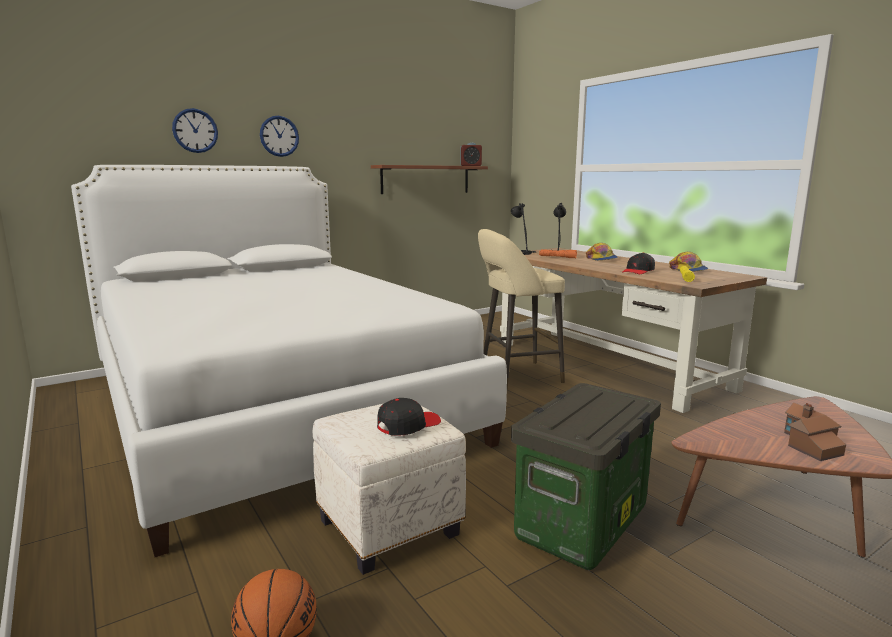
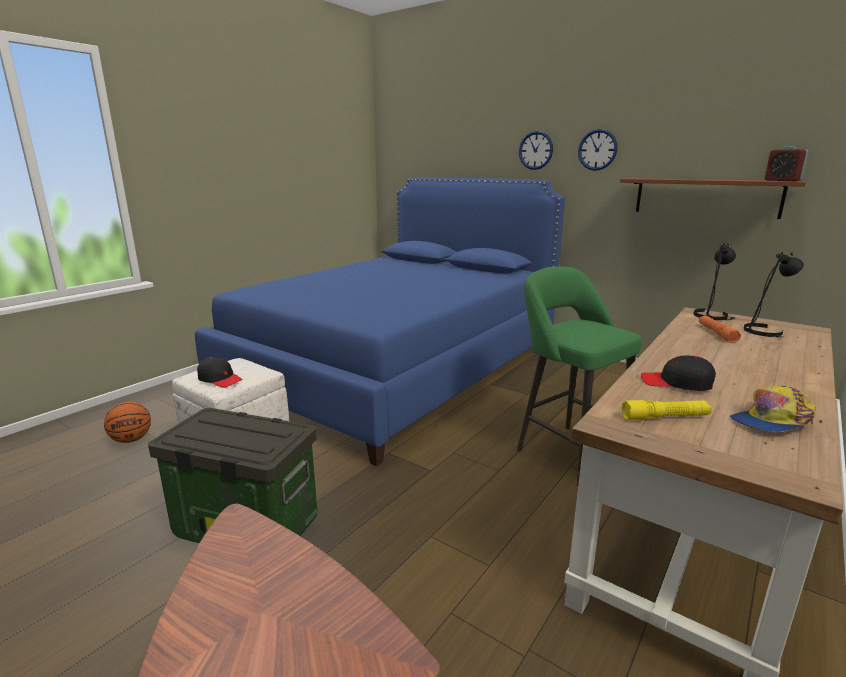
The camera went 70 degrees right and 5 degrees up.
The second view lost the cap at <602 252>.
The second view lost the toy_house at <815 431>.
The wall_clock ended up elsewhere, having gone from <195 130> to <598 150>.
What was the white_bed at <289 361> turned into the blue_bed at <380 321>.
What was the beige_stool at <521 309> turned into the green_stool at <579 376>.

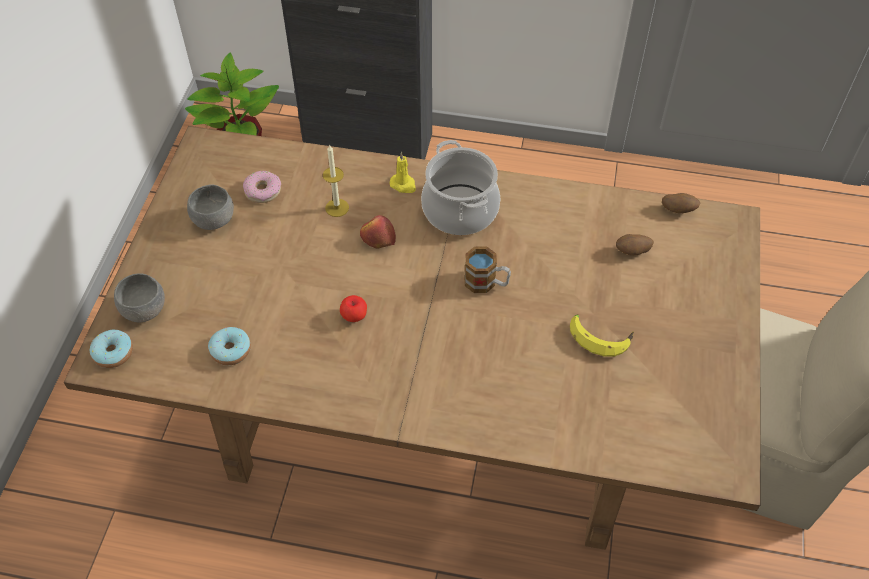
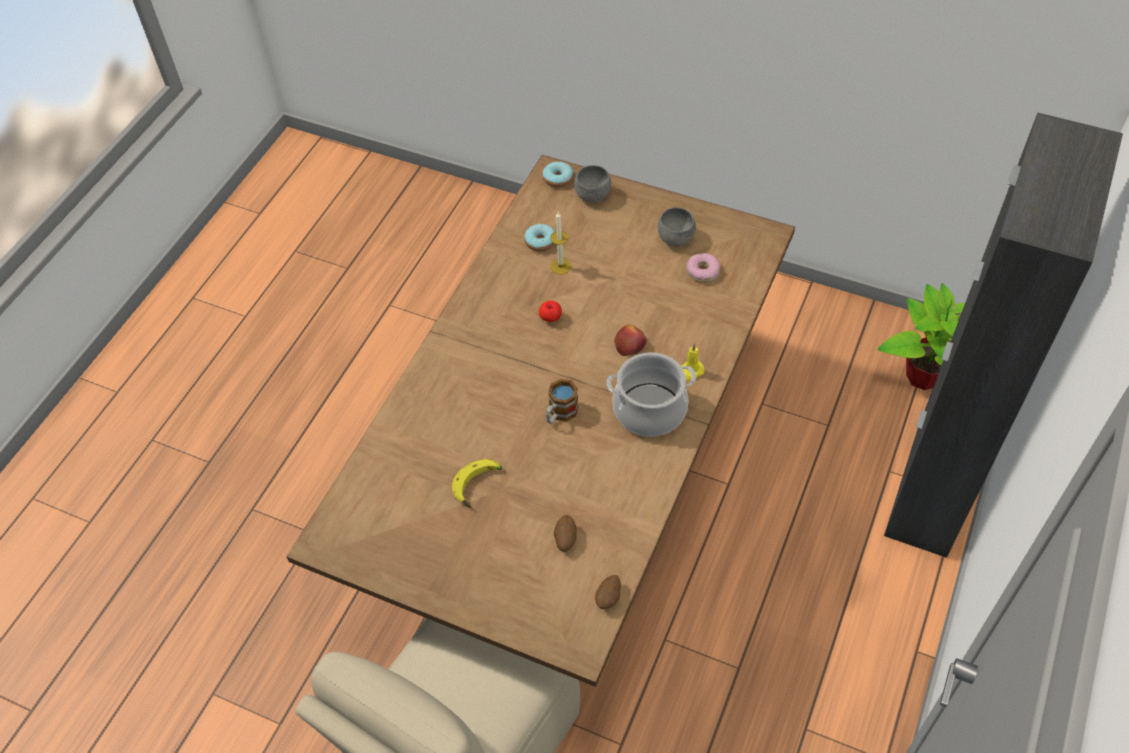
The camera went 105 degrees right and 0 degrees up.
The candle ended up elsewhere, having gone from <336 180> to <560 243>.

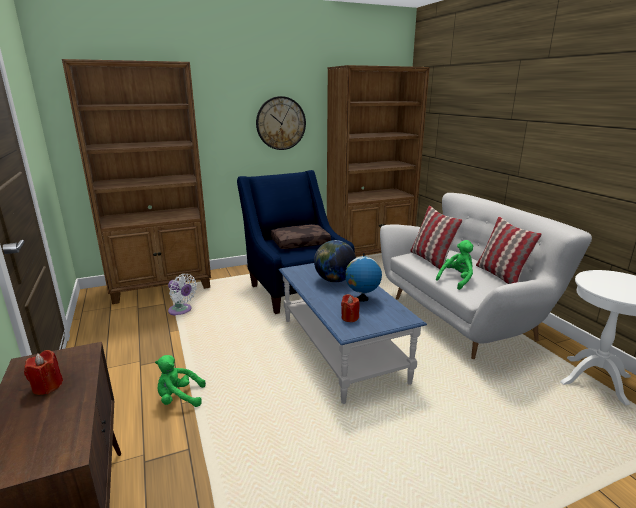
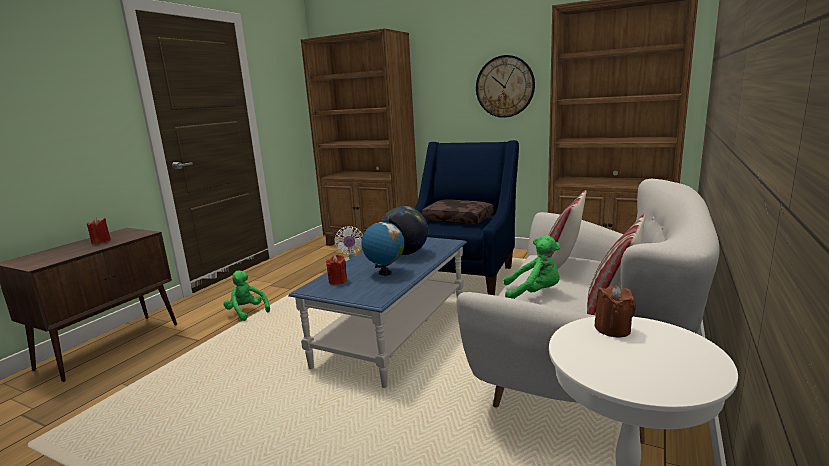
The camera went 50 degrees right and 5 degrees down.
The second view gained the brown_candle at <615 311>.

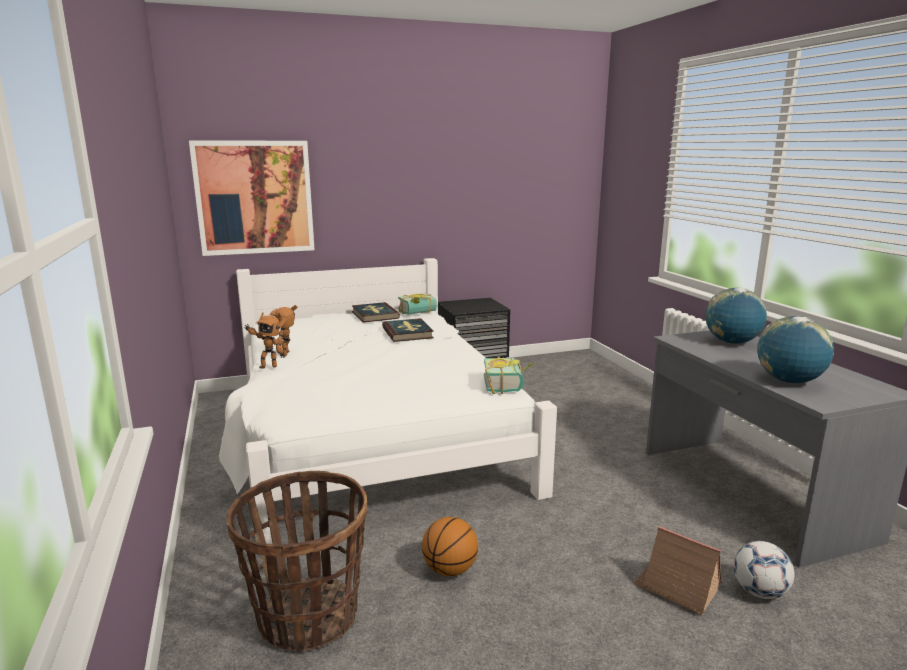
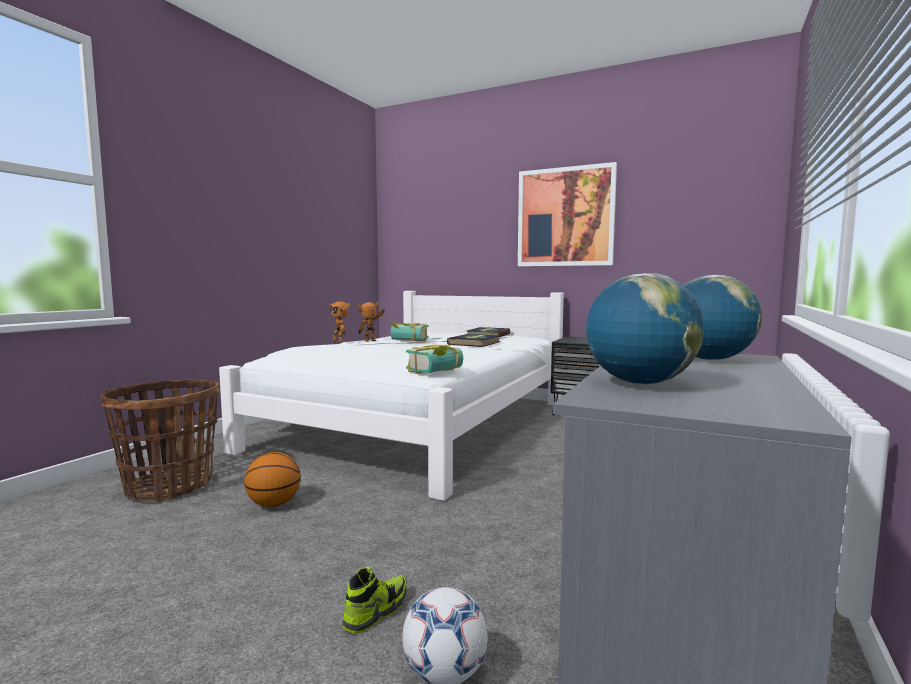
The camera went 45 degrees right and 10 degrees down.
The picture ended up elsewhere, having gone from <252 198> to <567 214>.
The book ended up elsewhere, having gone from <417 304> to <410 331>.
Where the toy_house stood at <677 571>, the shoe came to stand at <374 600>.

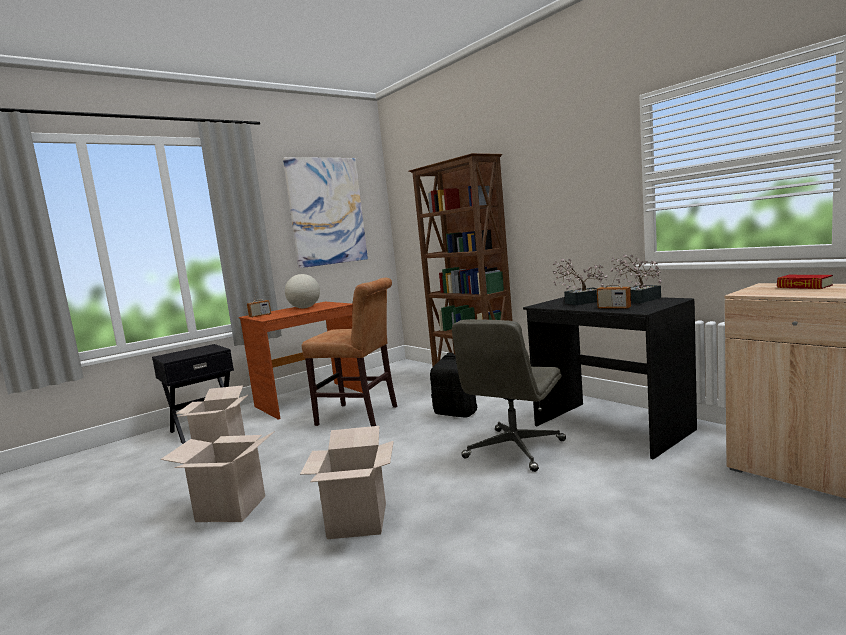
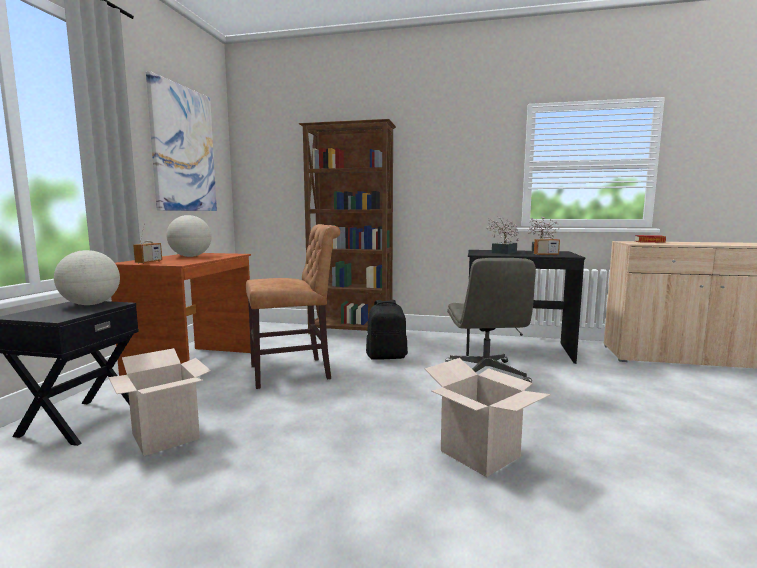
The camera went 40 degrees left and 0 degrees up.
The second view lost the cardboard_box at <217 476>.
The second view gained the globe at <87 277>.

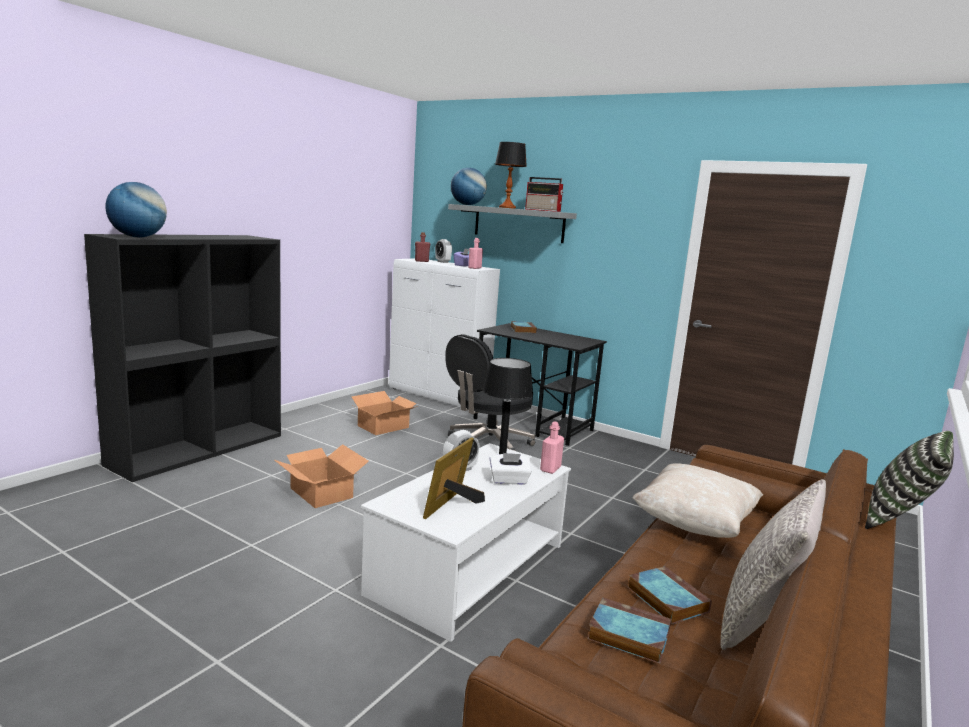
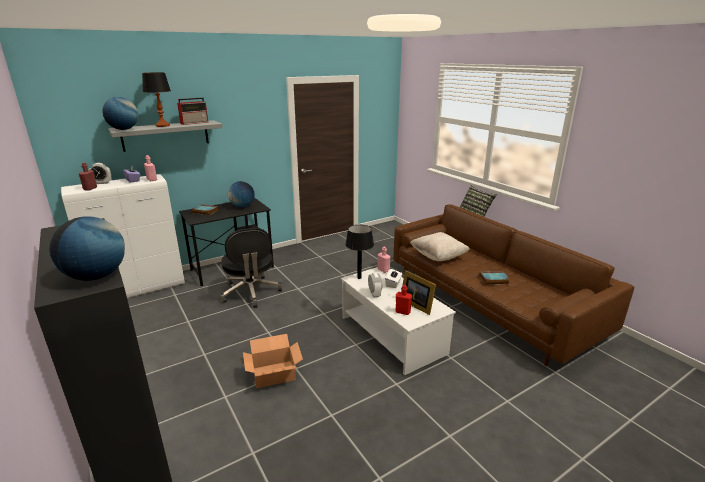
The camera went 65 degrees left and 10 degrees up.
The second view lost the cardboard_box at <384 413>.
The second view lost the book at <629 630>.
The second view lost the grey_pillow at <773 564>.
The second view gained the globe at <241 194>.
The second view gained the red_bottle at <403 300>.

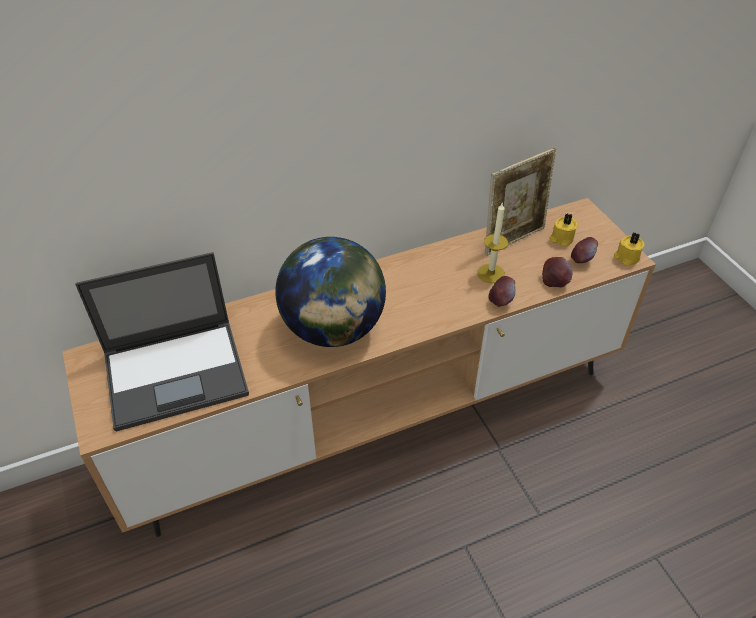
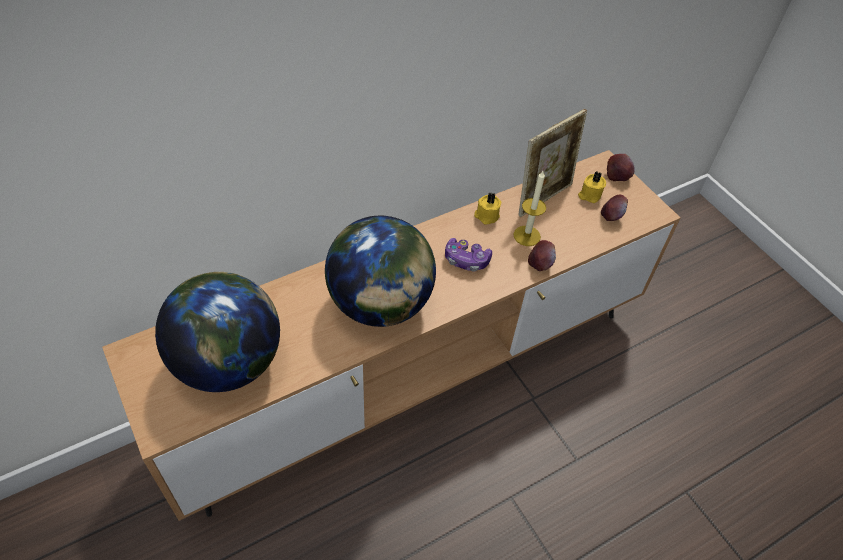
The camera went 10 degrees left and 5 degrees up.
The second view gained the game_controller at <468 255>.
The apple ended up elsewhere, having gone from <557 272> to <621 167>.
The yellow_candle ended up elsewhere, having gone from <629 248> to <487 208>.
Where the laptop stood at <162 342>, the globe came to stand at <217 332>.

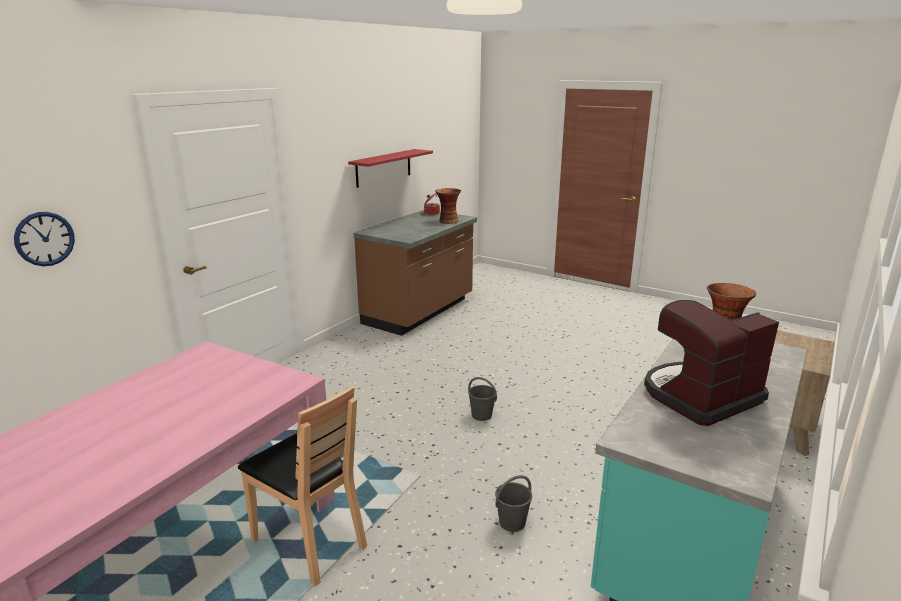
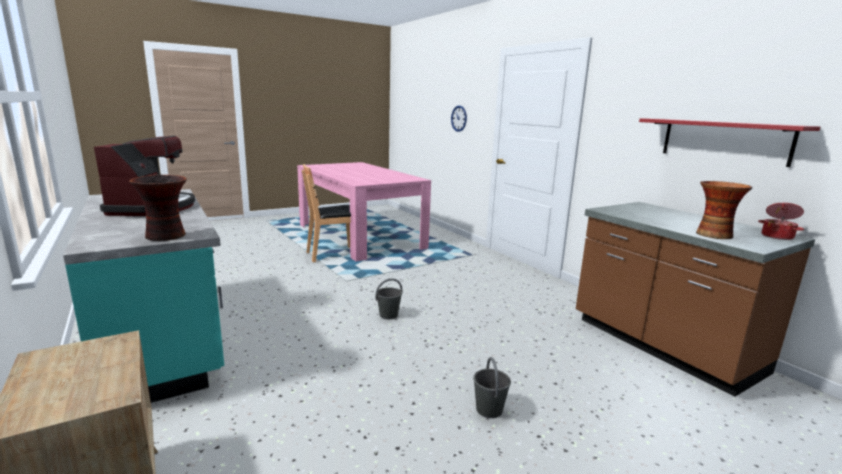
The camera went 115 degrees right and 5 degrees down.
The grey_bucket ended up elsewhere, having gone from <513 503> to <492 387>.

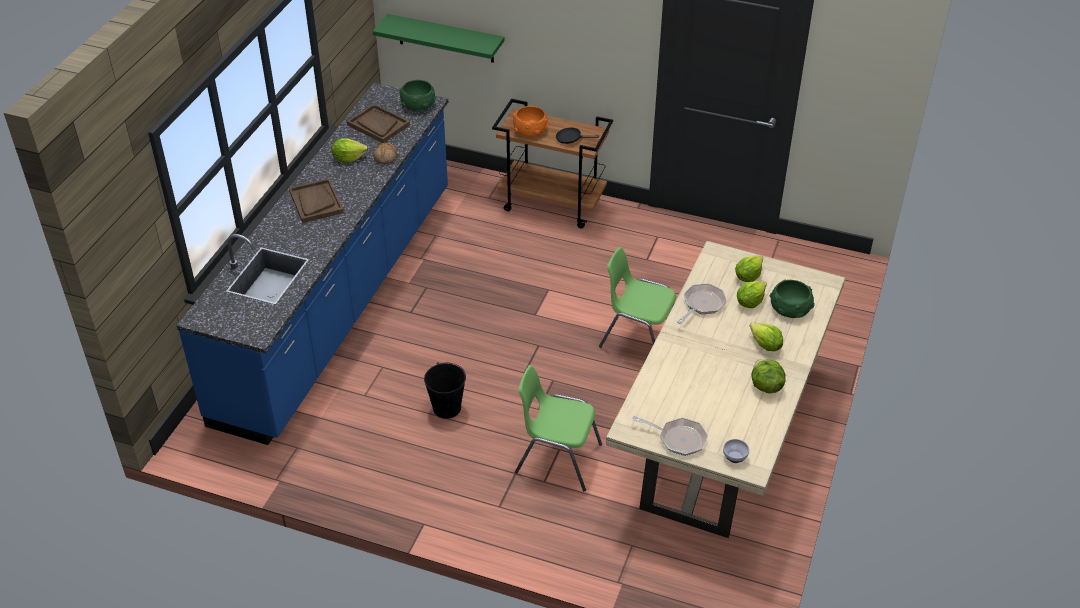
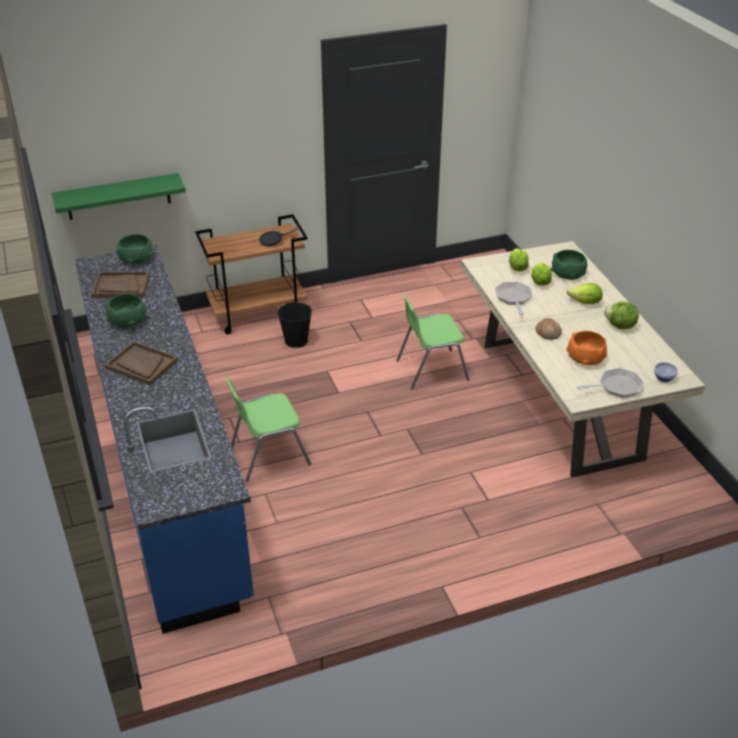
The camera went 40 degrees left and 5 degrees down.
The bread ended up elsewhere, having gone from <385 153> to <549 329>.
The black_bucket ended up elsewhere, having gone from <445 390> to <295 324>.
The orange_bowl ended up elsewhere, having gone from <530 121> to <586 348>.
The green_chair ended up elsewhere, having gone from <558 428> to <268 429>.
Where the lettuce stood at <350 150>, the green_bowl came to stand at <126 310>.

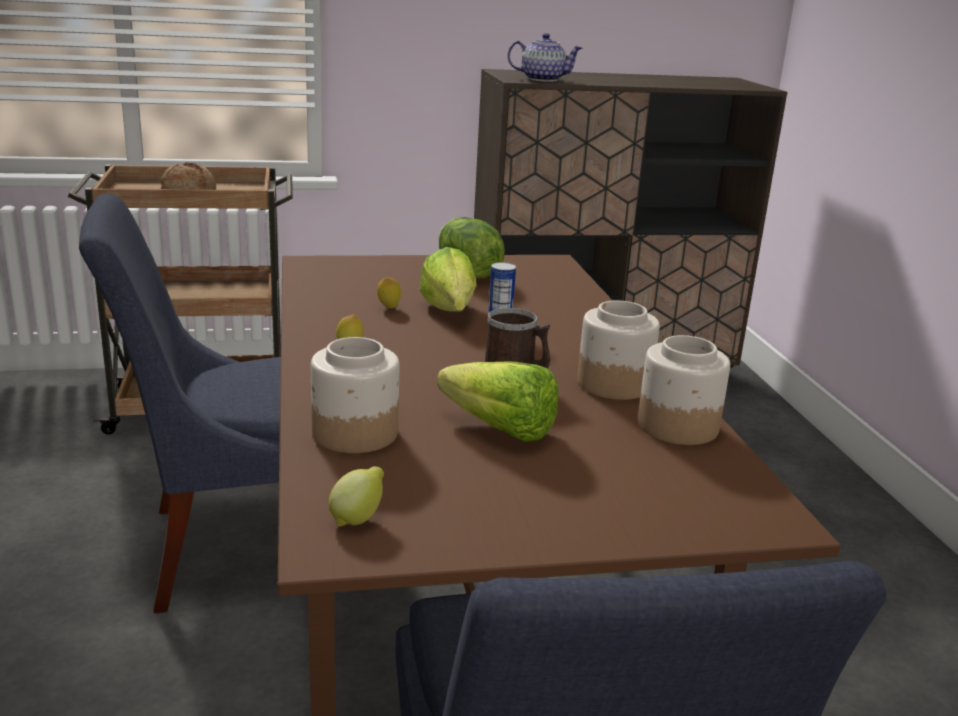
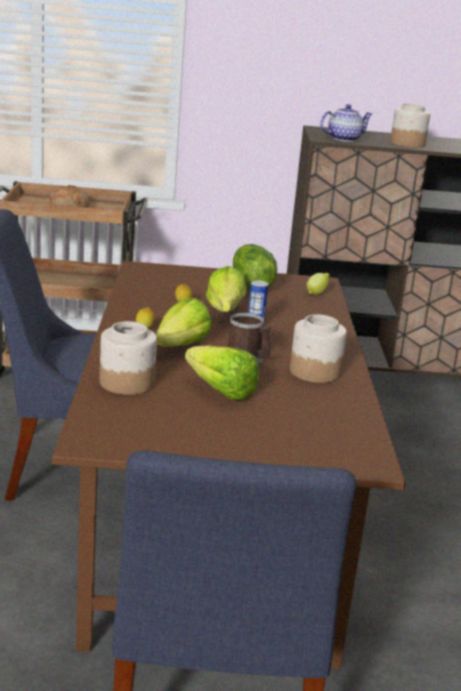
The camera went 10 degrees right and 0 degrees up.
The second view gained the lettuce at <184 322>.
The lemon ended up elsewhere, having gone from <356 496> to <318 284>.
The jar ended up elsewhere, having gone from <684 390> to <410 126>.
The teapot at <545 57> ended up facing another way, 45 degrees counterclockwise from before.

